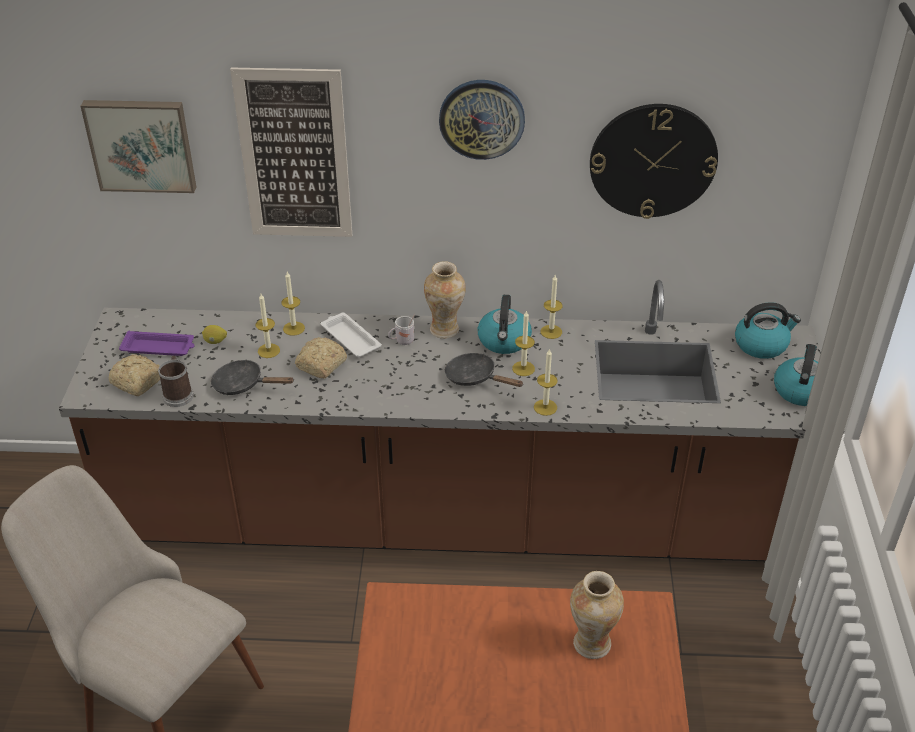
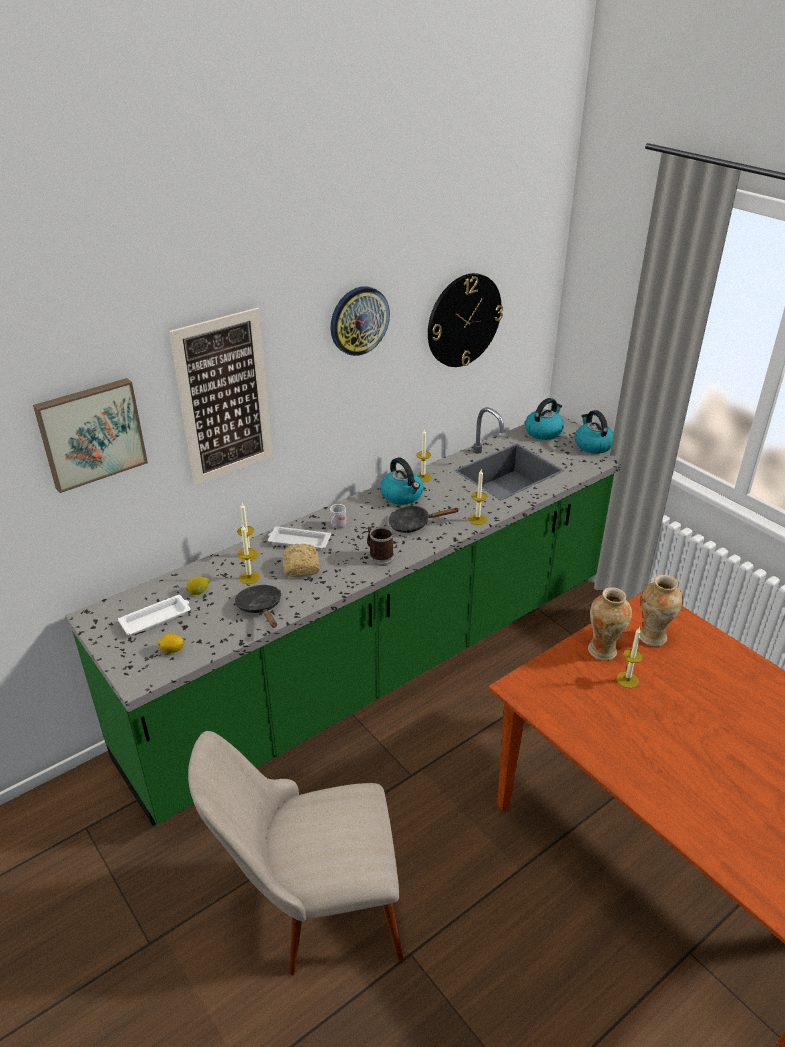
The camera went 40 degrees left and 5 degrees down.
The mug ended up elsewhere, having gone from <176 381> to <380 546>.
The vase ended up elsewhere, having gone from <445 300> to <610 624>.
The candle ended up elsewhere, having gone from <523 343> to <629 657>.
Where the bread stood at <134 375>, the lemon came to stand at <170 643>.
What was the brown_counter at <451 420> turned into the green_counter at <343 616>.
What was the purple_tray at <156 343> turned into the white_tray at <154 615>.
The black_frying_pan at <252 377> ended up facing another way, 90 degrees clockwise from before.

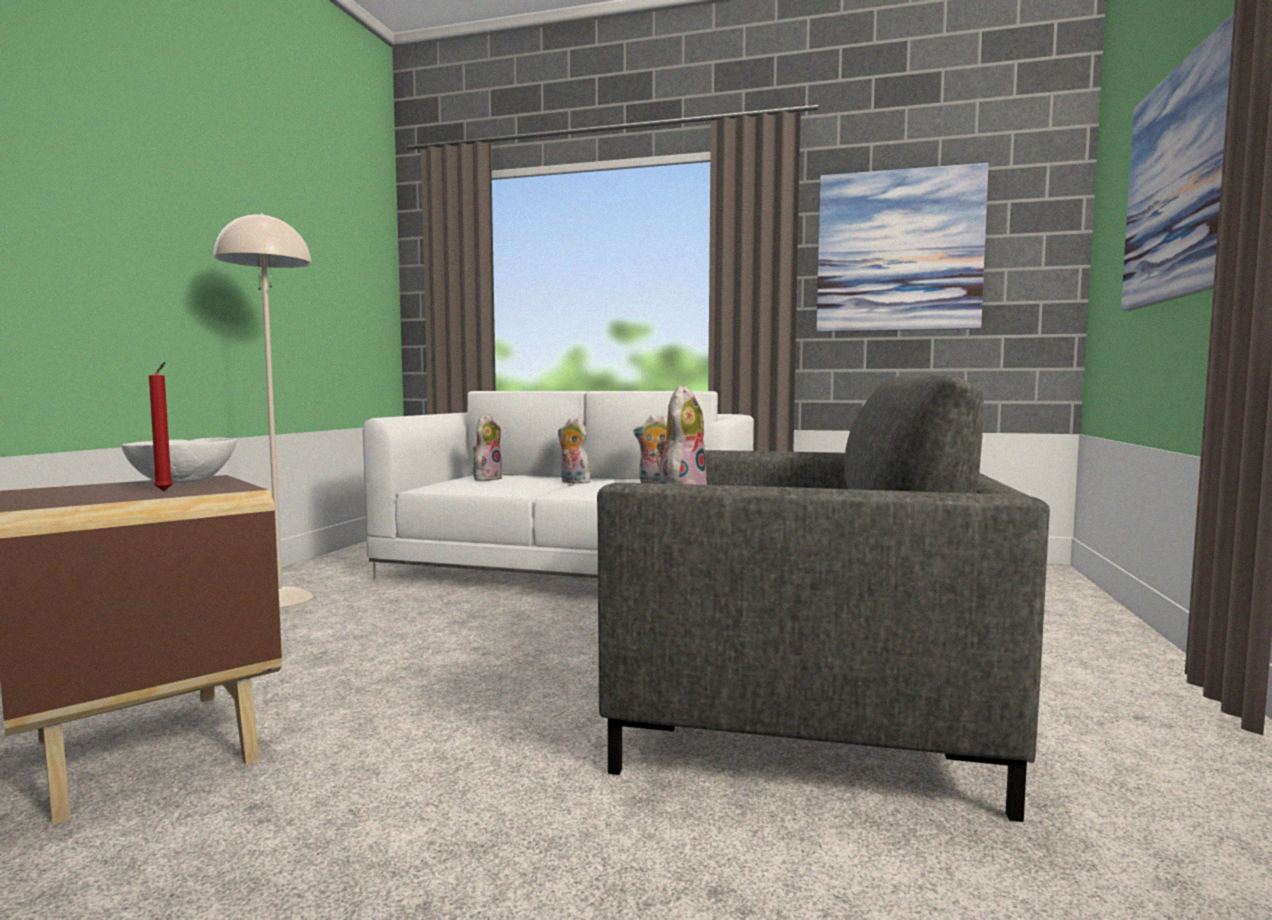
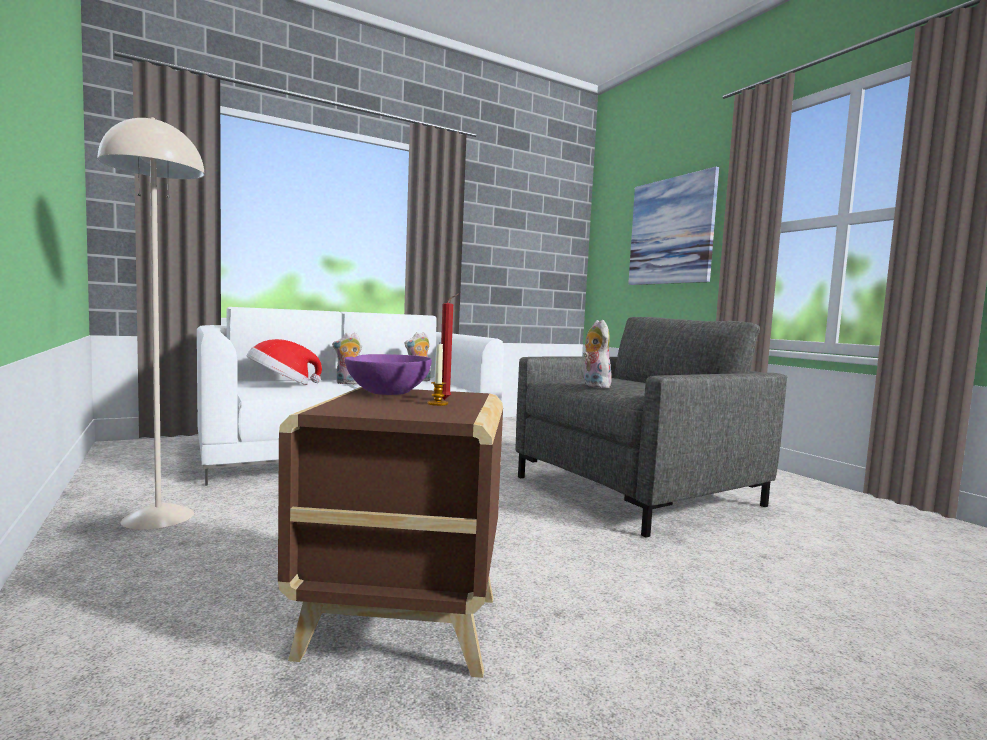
The camera went 45 degrees left and 0 degrees up.
The second view lost the picture at <902 247>.
The second view gained the candle at <437 375>.
Where the plush_toy stood at <488 447>, the hat came to stand at <284 362>.
What was the white_bowl at <179 460> turned into the purple_bowl at <388 374>.

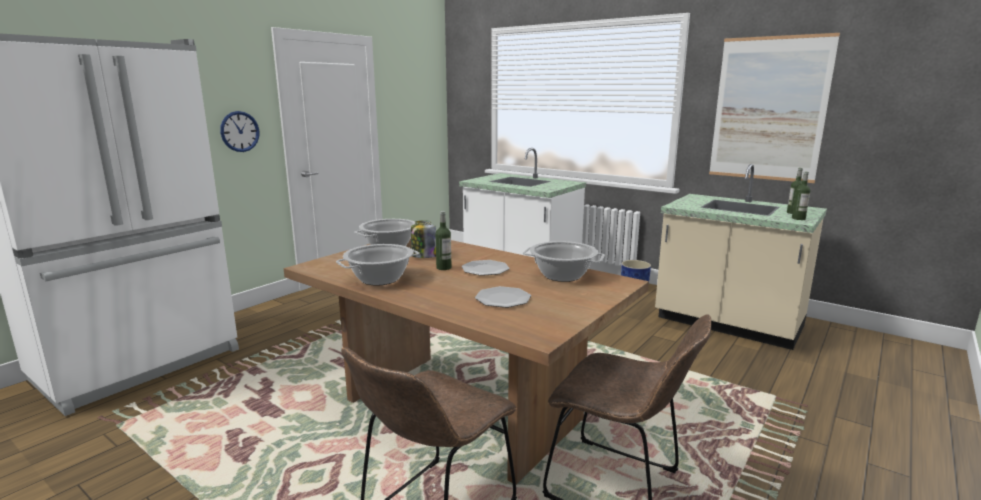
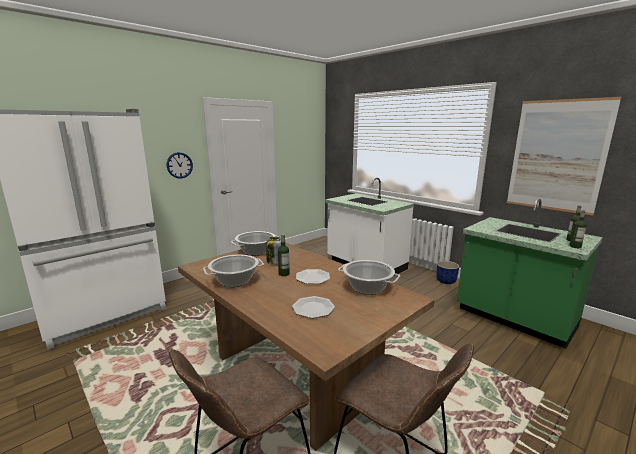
The camera went 10 degrees right and 0 degrees up.
What was the beige_counter at <741 257> turned into the green_counter at <530 274>.

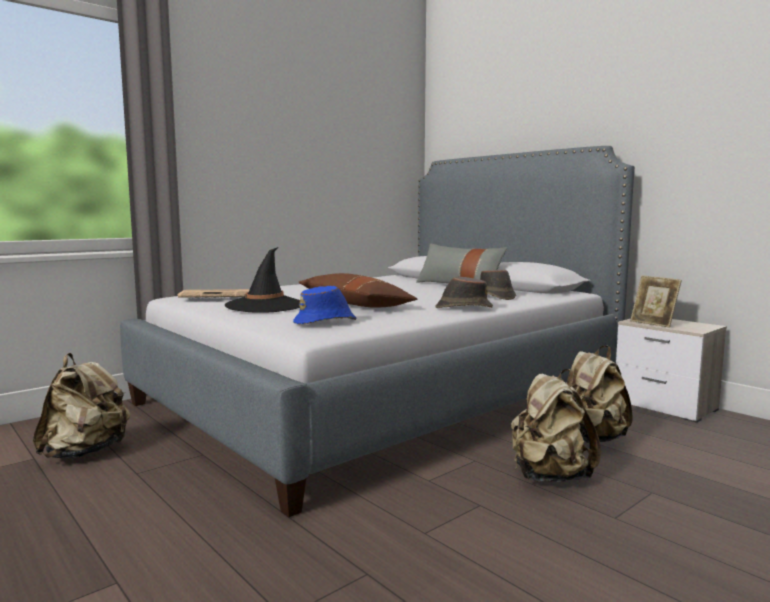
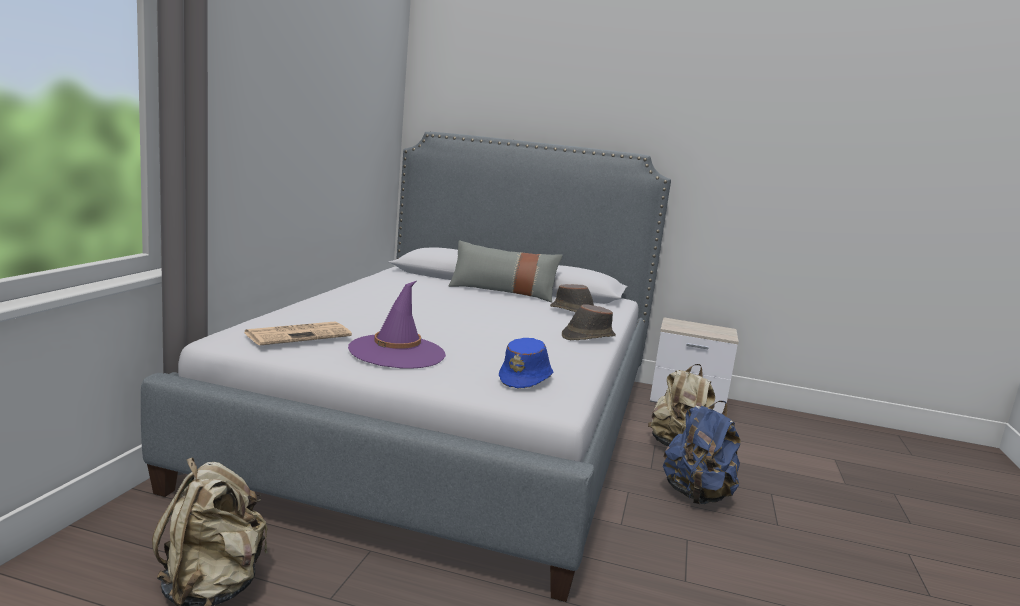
The camera went 35 degrees left and 5 degrees up.
The second view lost the brown_pillow at <357 290>.
The second view lost the picture_frame at <656 301>.
What was the black_hat at <262 280> turned into the purple_hat at <397 325>.
What was the beige_backpack at <556 425> turned into the blue_backpack at <702 452>.

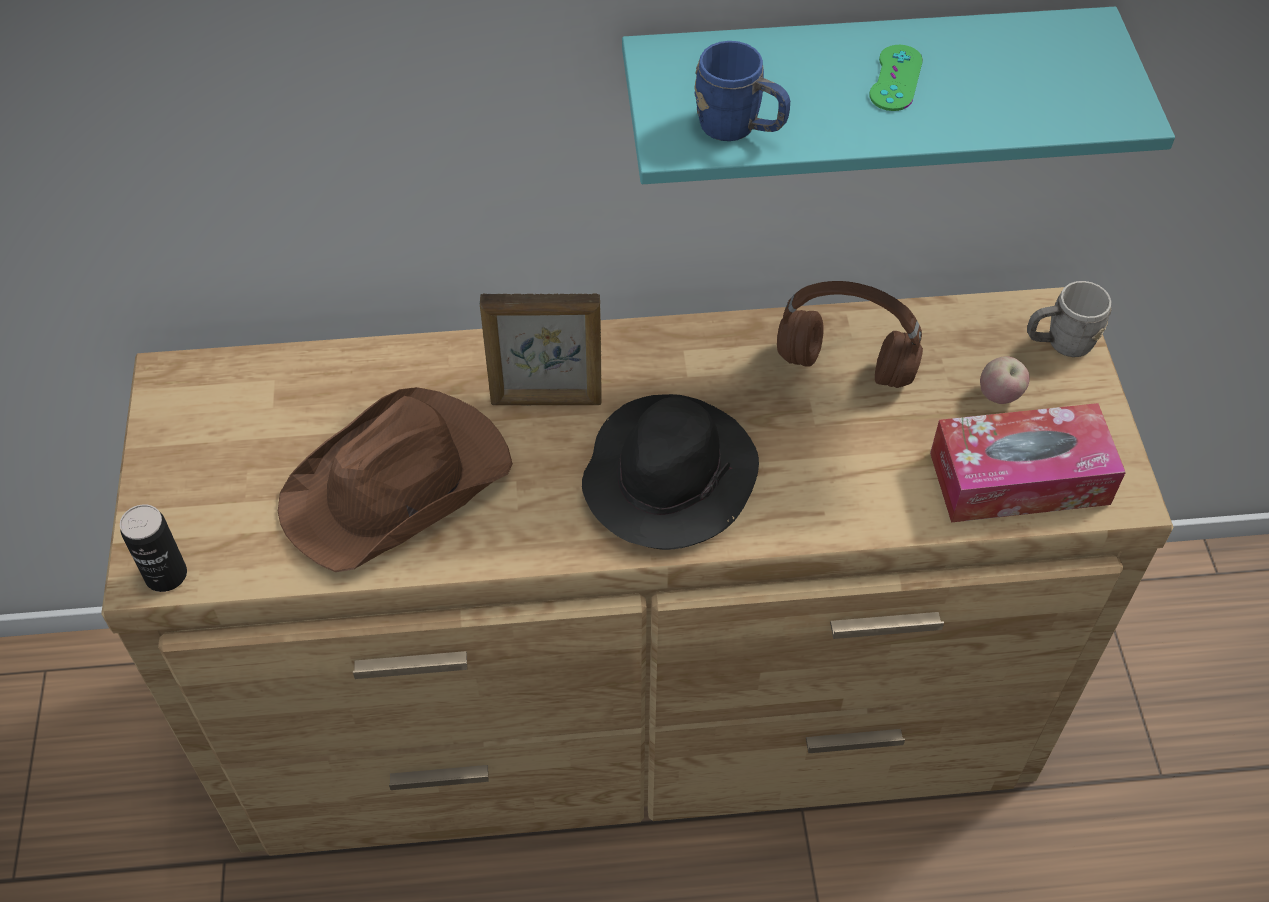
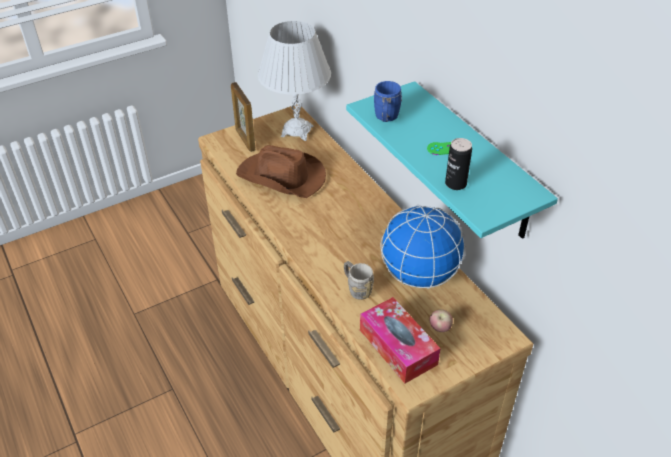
The camera went 65 degrees right and 10 degrees down.
The second view lost the black_hat at <670 472>.
The second view gained the white_table_lamp at <294 81>.
The can ended up elsewhere, having gone from <153 548> to <458 164>.
The picture_frame ended up elsewhere, having gone from <541 349> to <243 117>.
The grey_mug ended up elsewhere, having gone from <1069 319> to <359 280>.
Where the brown_headphones stood at <850 334>, the globe came to stand at <422 247>.

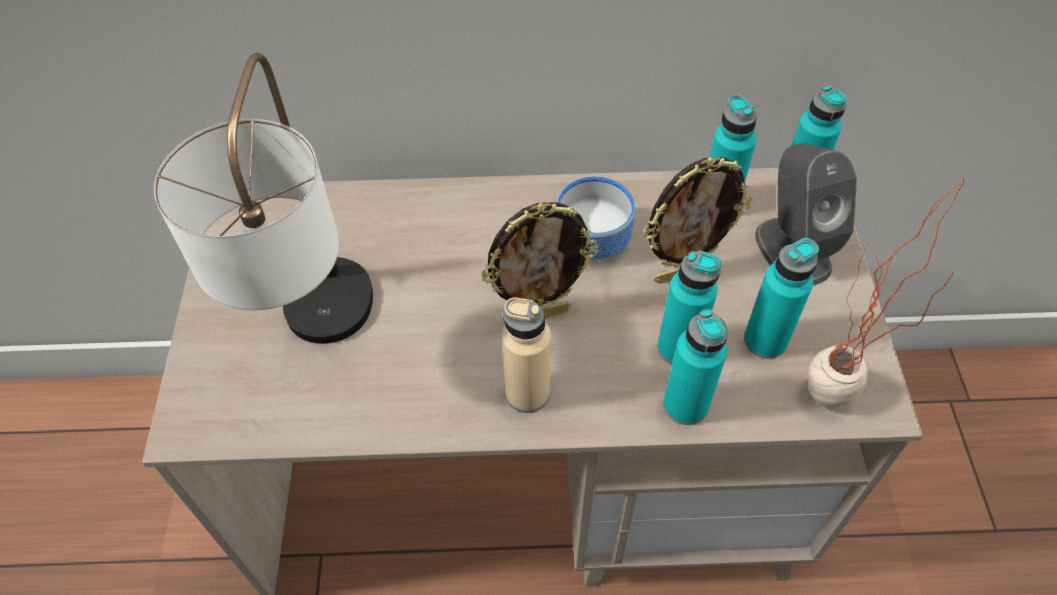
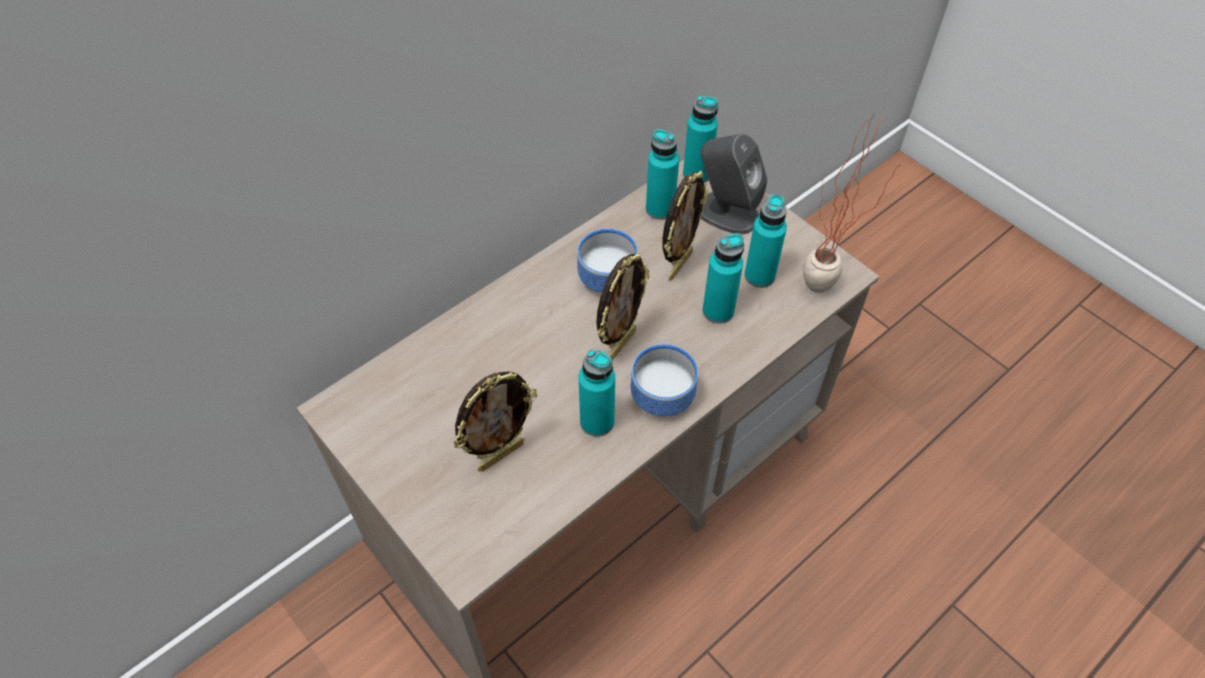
The camera went 40 degrees left and 0 degrees up.
The turquoise_bottle ended up elsewhere, having gone from <695 367> to <596 393>.
Where the table_lamp stood at <263 198>, the picture_frame came to stand at <495 421>.
Where the beige_bottle stood at <526 355>, the bowl came to stand at <664 380>.

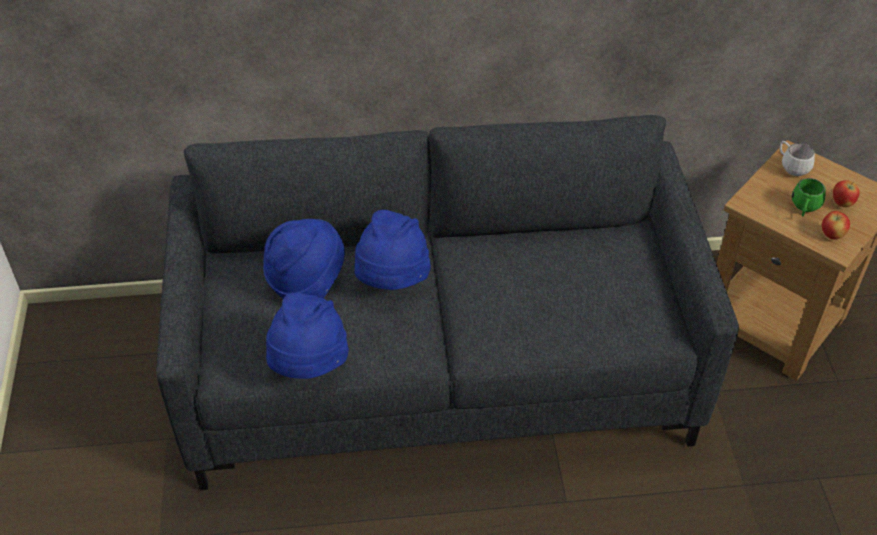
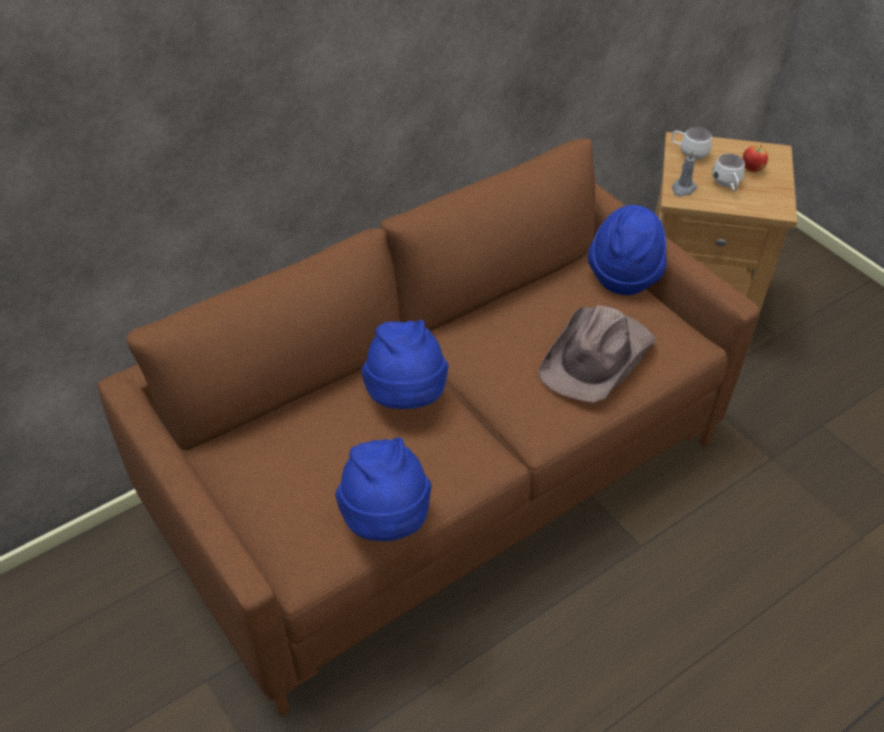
The camera went 30 degrees left and 0 degrees up.
The second view lost the apple at <836 225>.
The second view gained the brown_hat at <597 354>.
The second view gained the grey_candle at <684 174>.
The blue_hat ended up elsewhere, having gone from <304 259> to <627 250>.
What was the grey_sofa at <447 302> turned into the brown_sofa at <428 427>.
What was the green_mug at <809 197> turned into the white_mug at <728 172>.

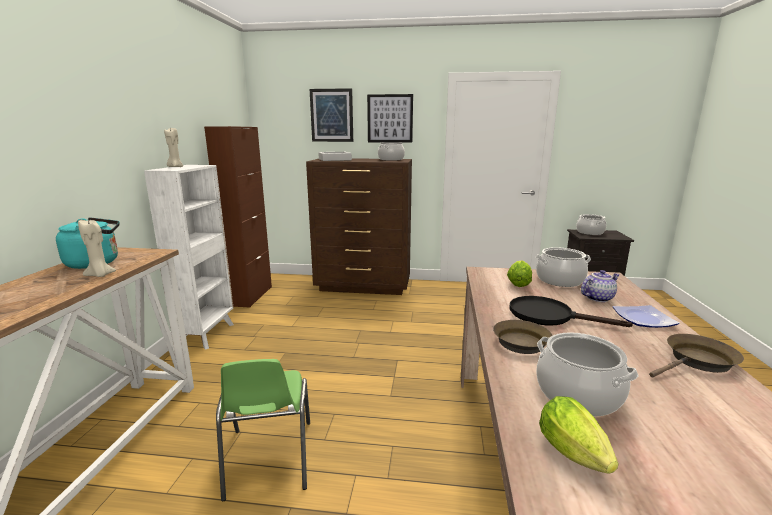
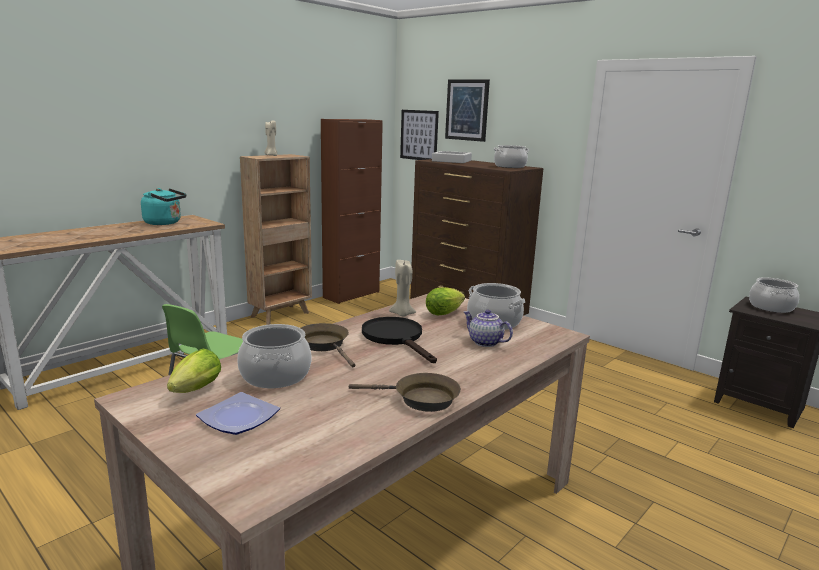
The camera went 35 degrees right and 0 degrees up.
The beige_candle ended up elsewhere, having gone from <97 248> to <402 288>.
The picture ended up elsewhere, having gone from <390 118> to <419 135>.
The plate ended up elsewhere, having gone from <646 316> to <238 413>.
What was the white_bookcase at <189 257> turned into the brown_bookcase at <276 239>.
The teapot at <600 286> ended up facing another way, 150 degrees counterclockwise from before.

